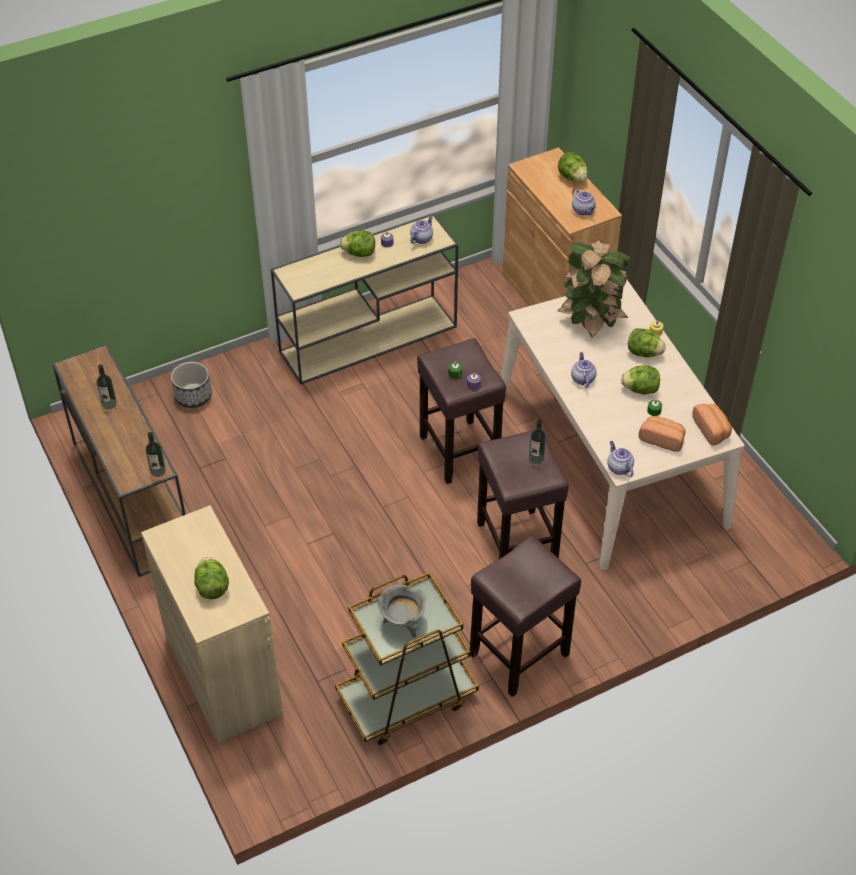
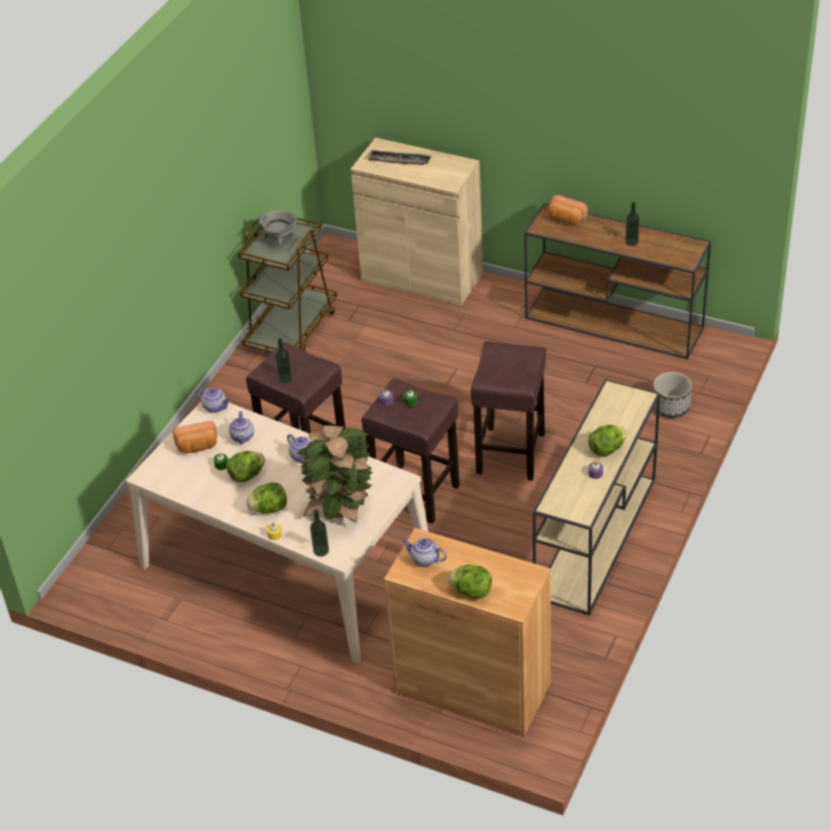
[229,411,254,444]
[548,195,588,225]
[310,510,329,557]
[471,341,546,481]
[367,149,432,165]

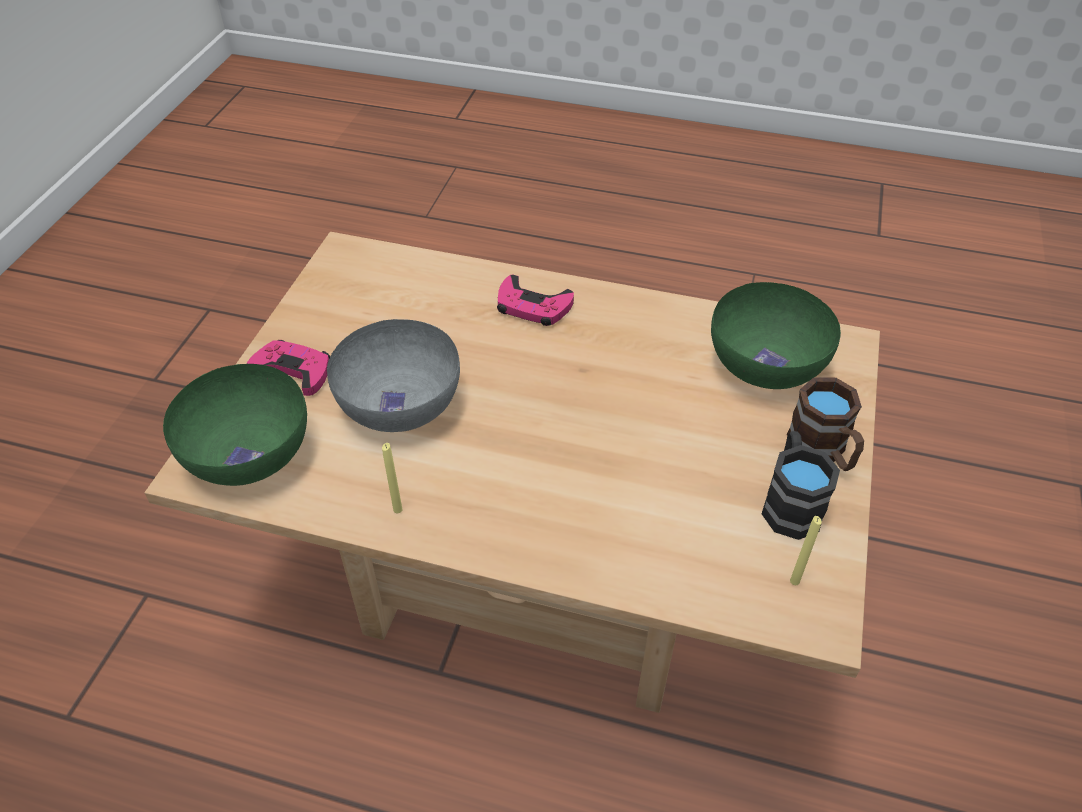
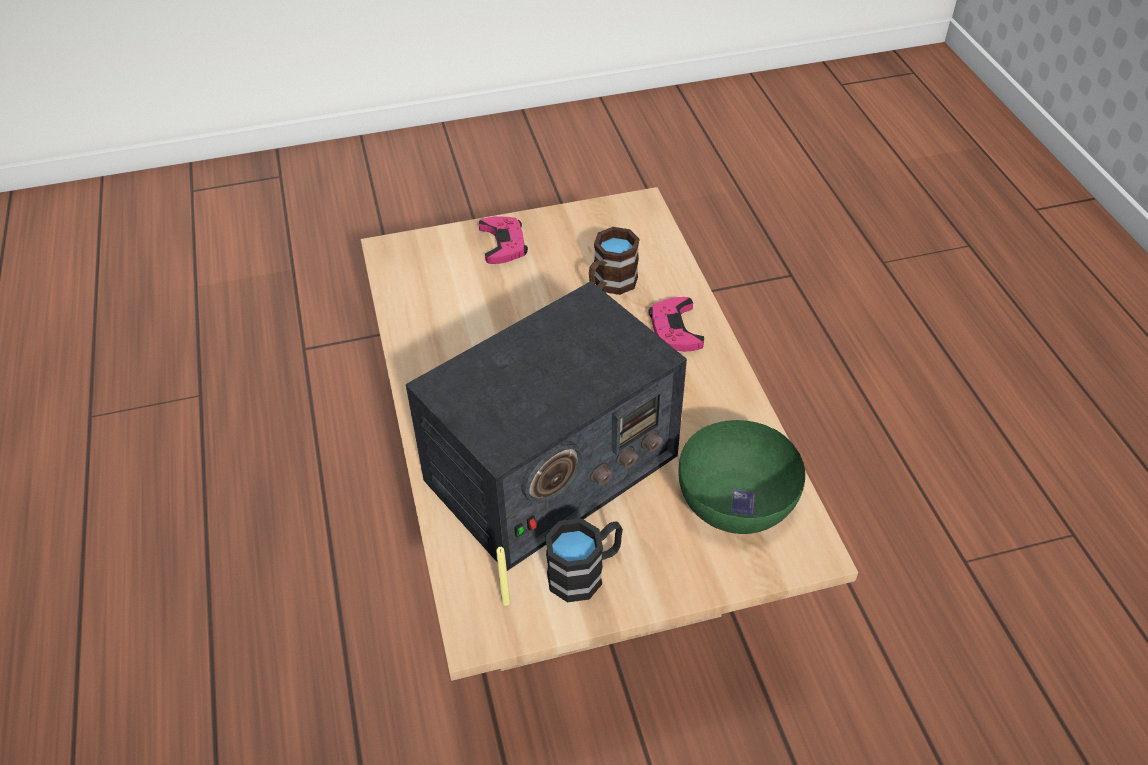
[327,319,460,432] (first image)
[163,363,307,486] (first image)
[589,227,640,295]
[382,443,403,513] (first image)
[406,281,687,571]

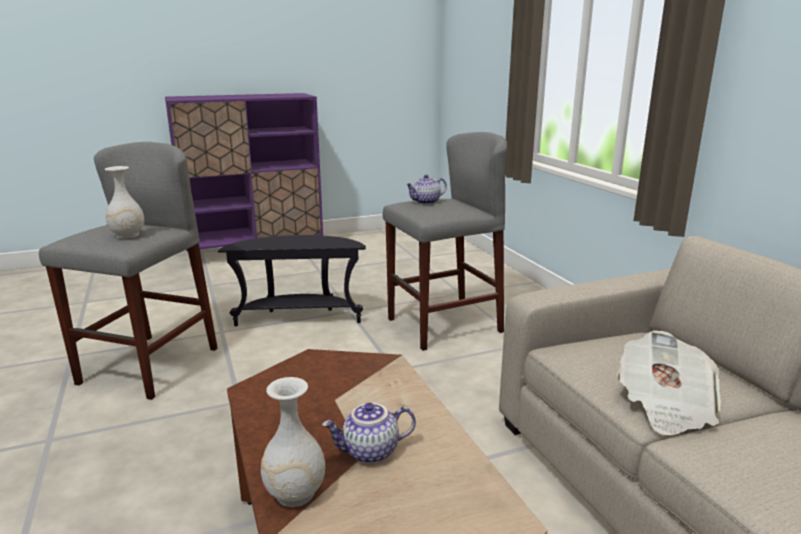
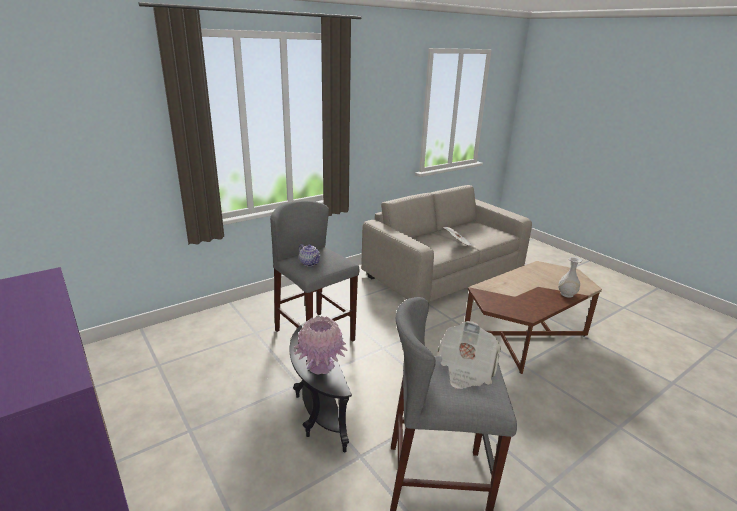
[438,321,501,389]
[322,403,416,464] (first image)
[293,316,348,375]

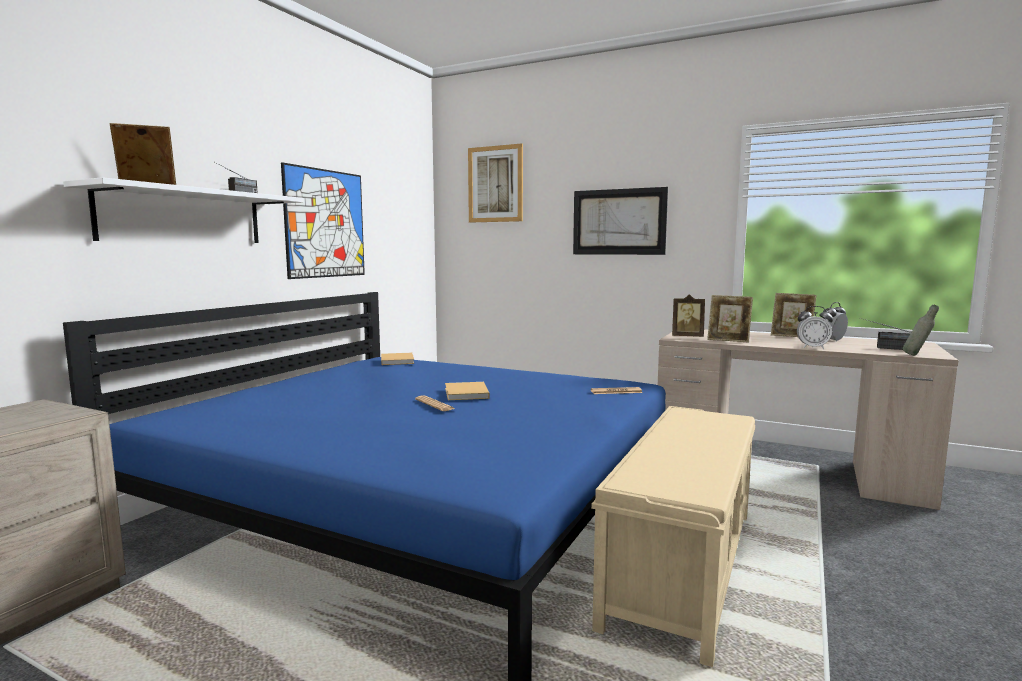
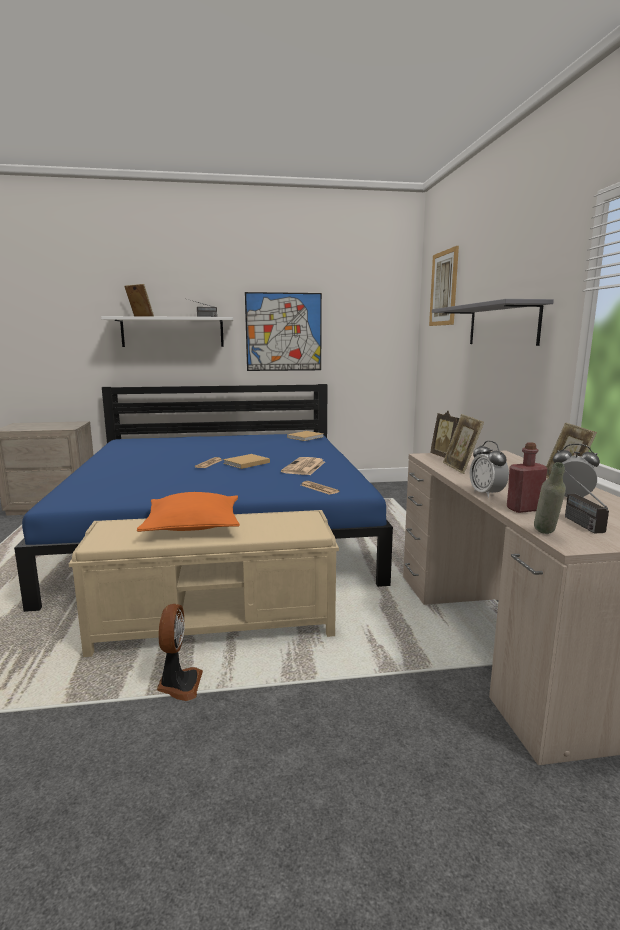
[432,299,554,346]
[507,442,548,513]
[281,457,325,475]
[137,492,240,532]
[157,604,203,701]

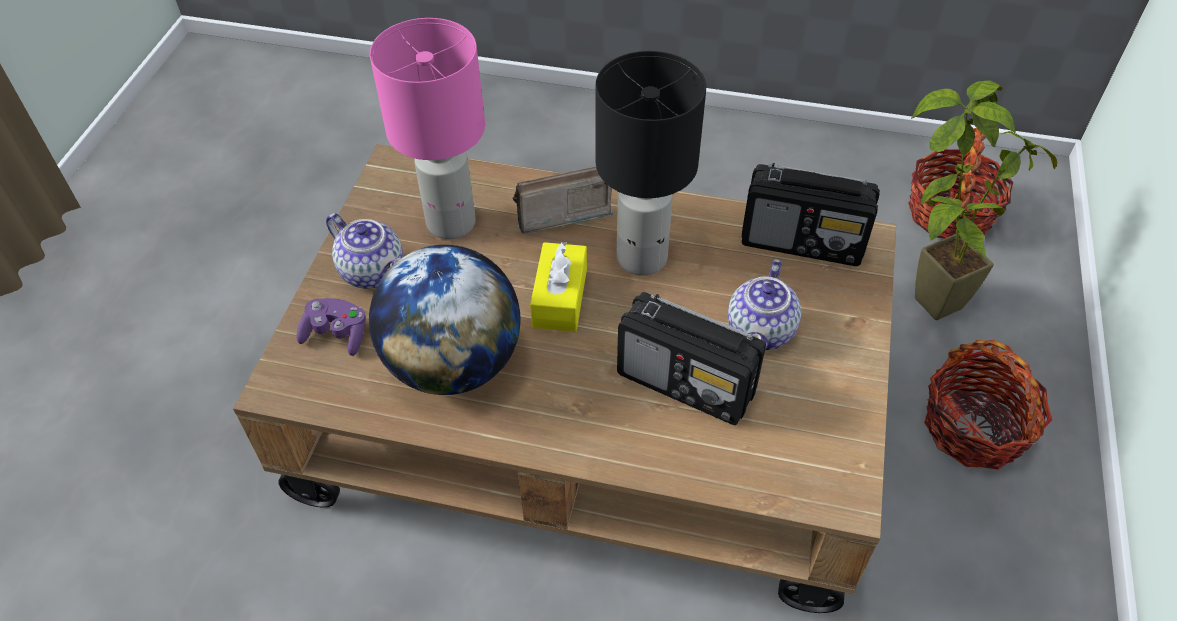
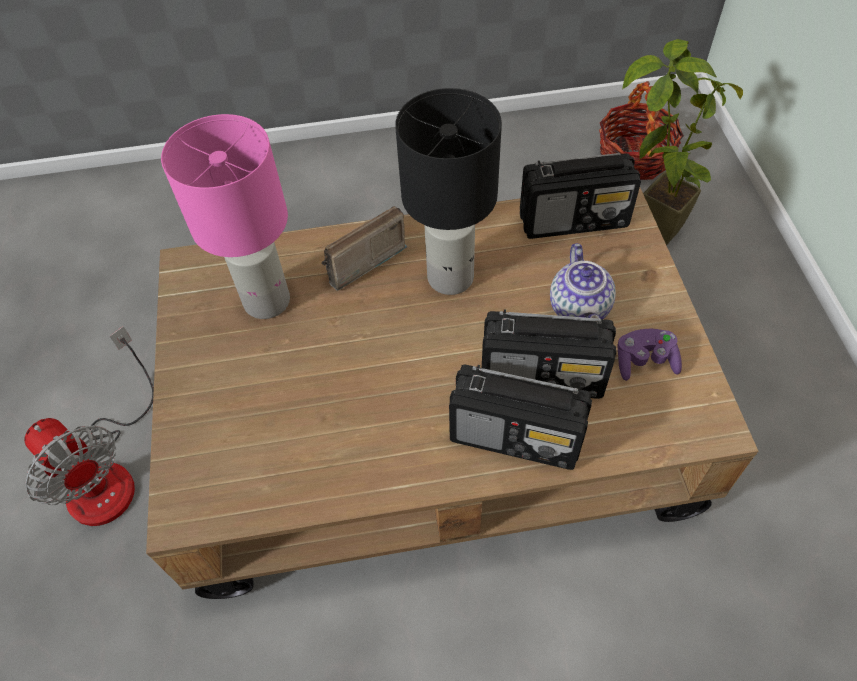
[326,213,403,288] (first image)
[530,242,587,332] (first image)
[369,245,520,395] (first image)
[617,329,682,381]
[924,340,1053,470] (first image)
[24,326,154,526]
[449,365,592,470]

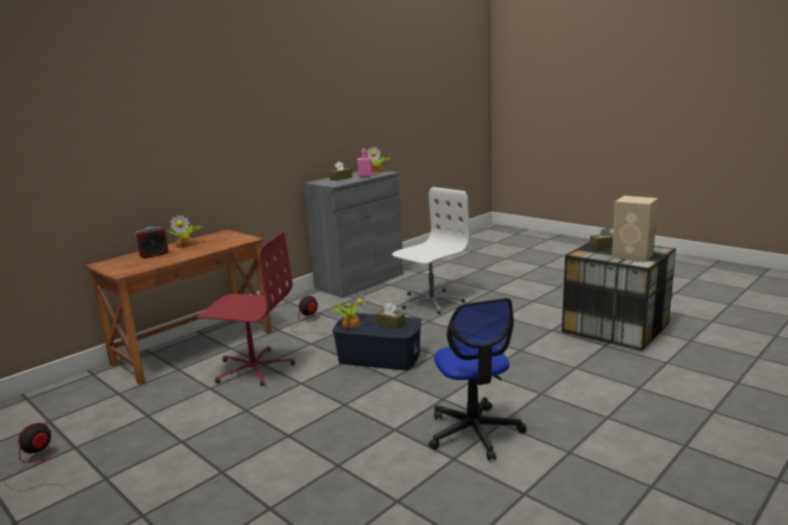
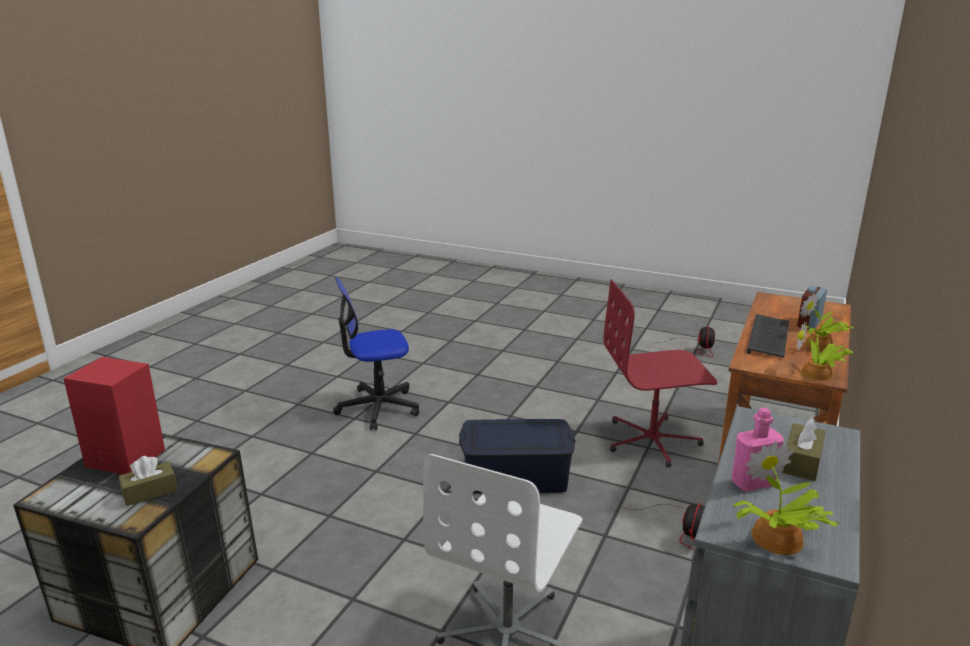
[63,357,165,475]
[797,322,853,381]
[333,277,419,430]
[375,303,405,329] (first image)
[747,314,789,358]

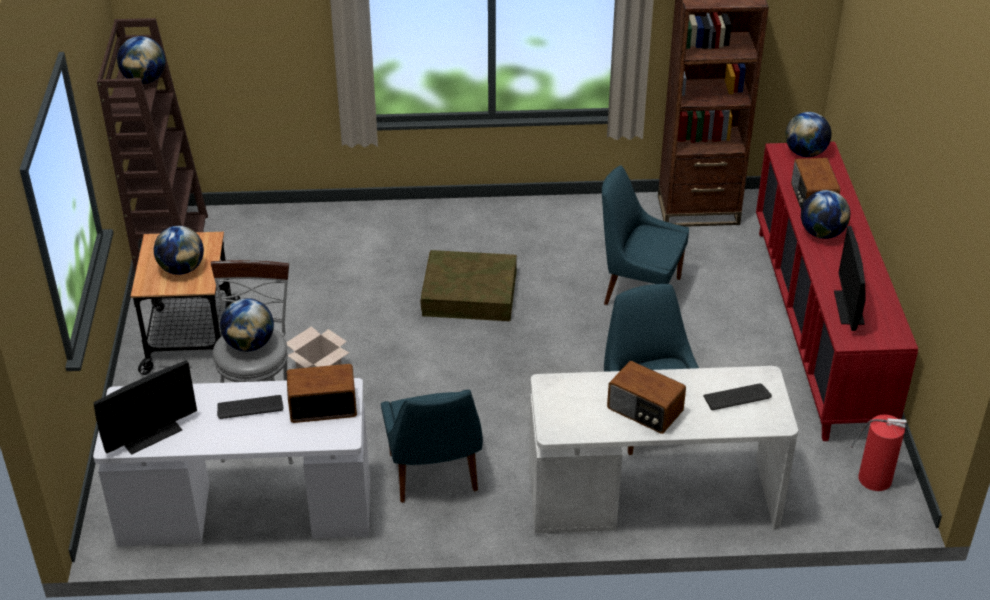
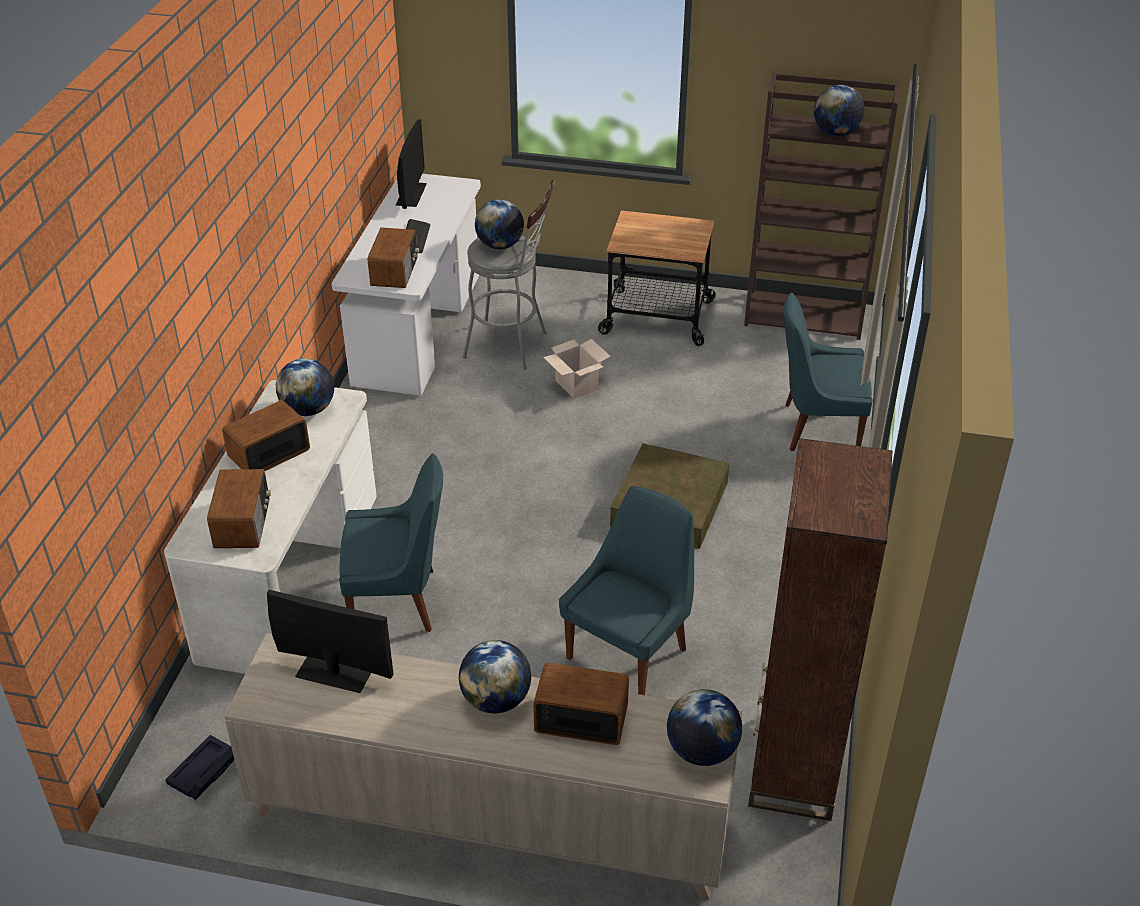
[224,633,742,900]
[276,358,334,416]
[396,119,427,209]
[207,469,271,548]
[783,293,873,451]
[165,735,234,800]

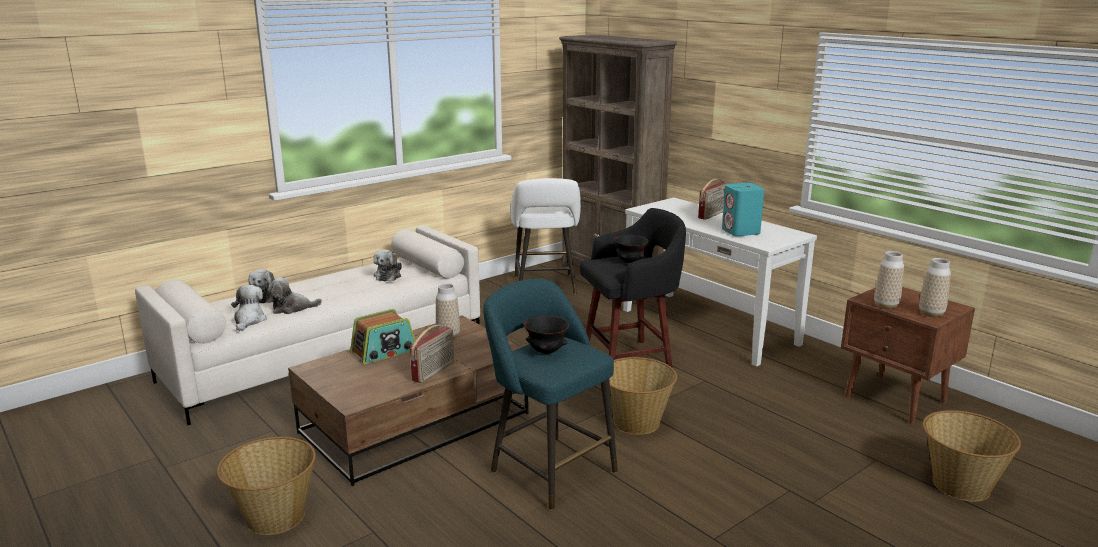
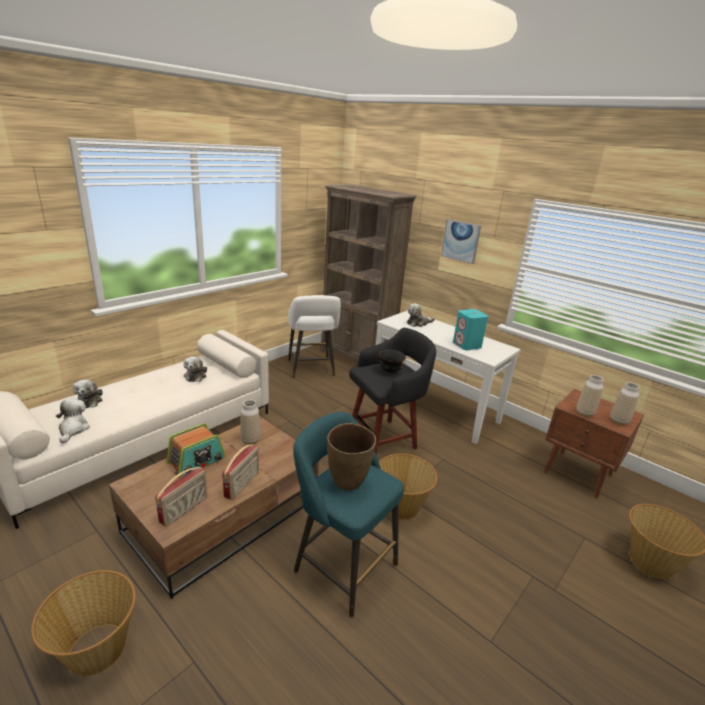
[155,467,208,527]
[407,304,435,327]
[327,423,376,491]
[441,219,481,264]

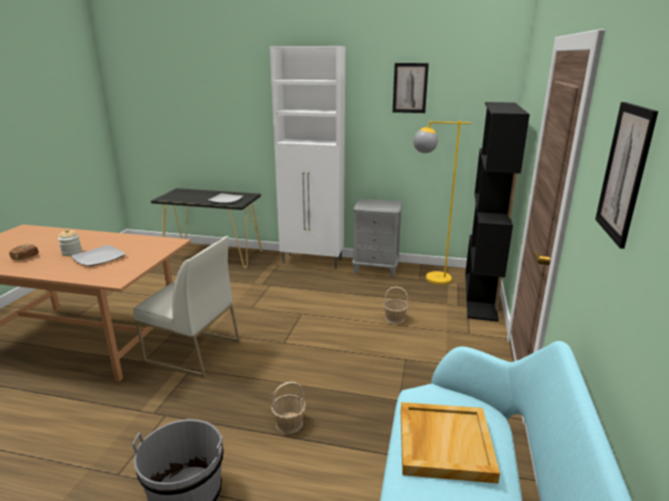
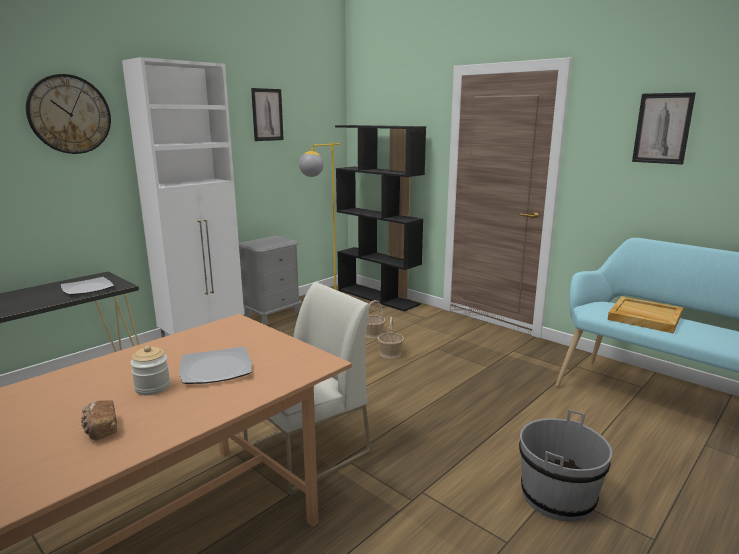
[377,317,404,359]
[26,74,111,154]

